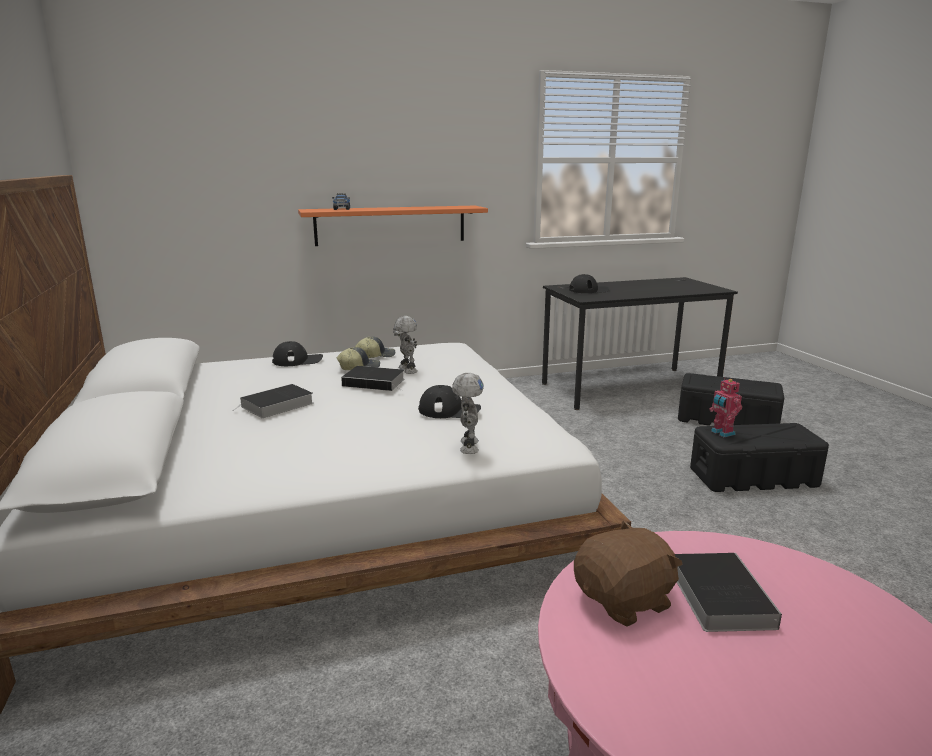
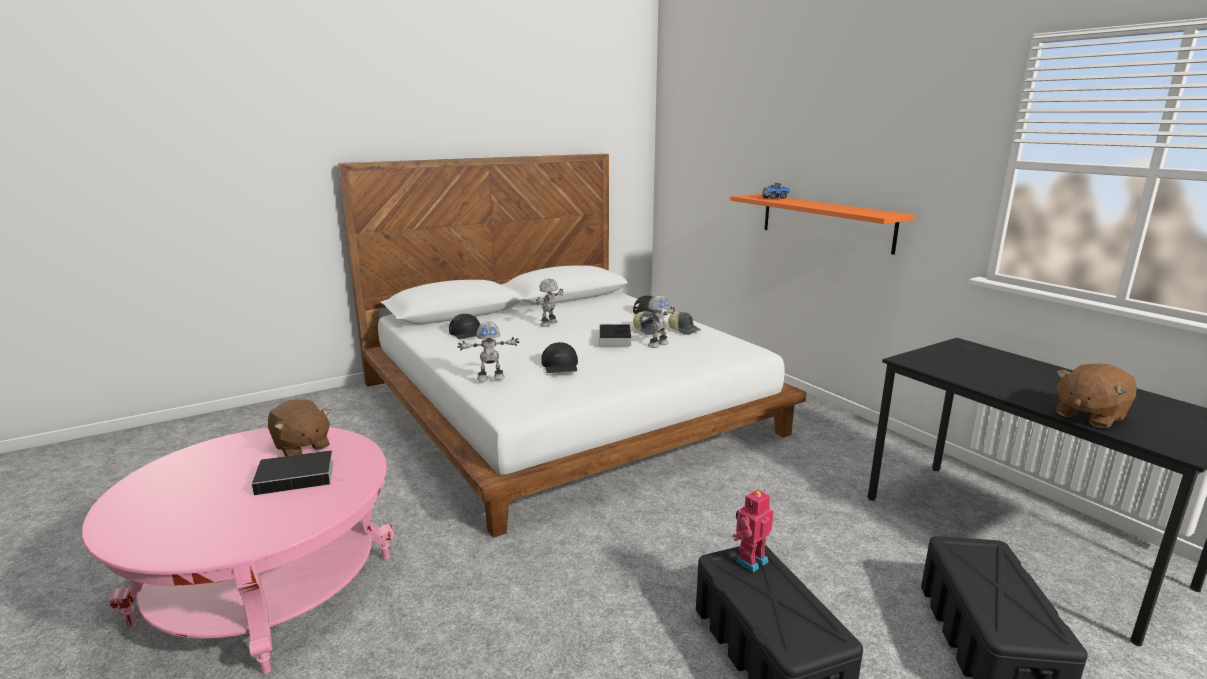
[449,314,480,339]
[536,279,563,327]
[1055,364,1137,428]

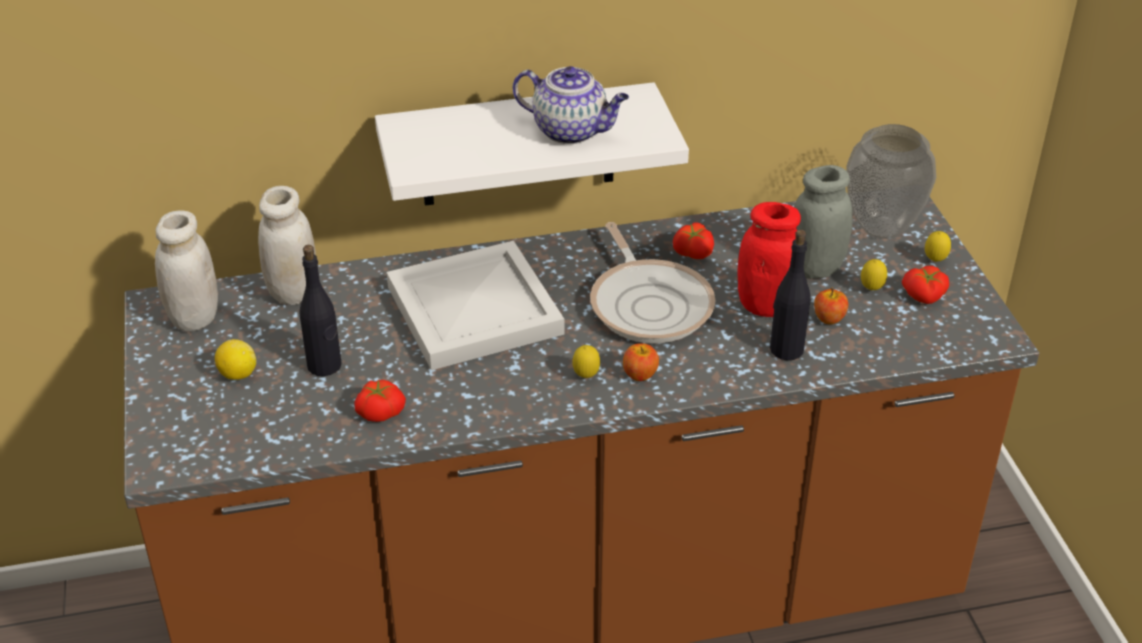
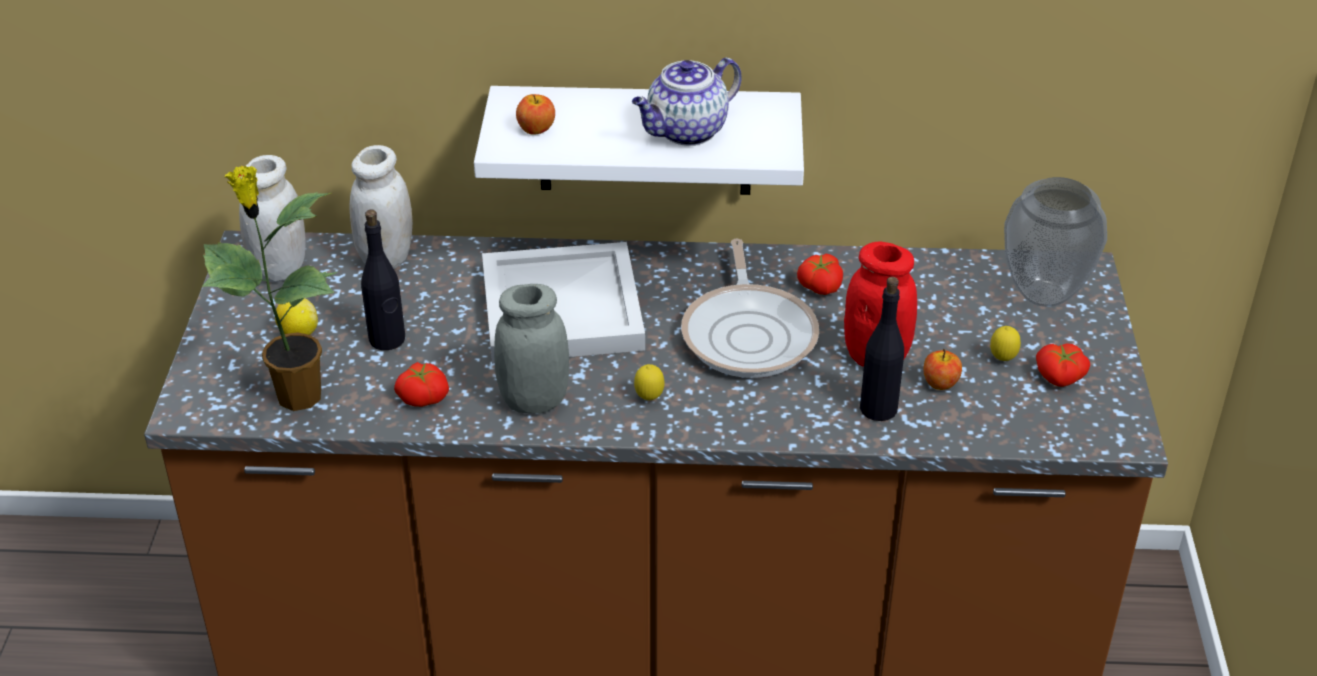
[632,58,742,146]
[494,284,569,414]
[925,231,951,262] (first image)
[516,94,555,135]
[202,165,337,411]

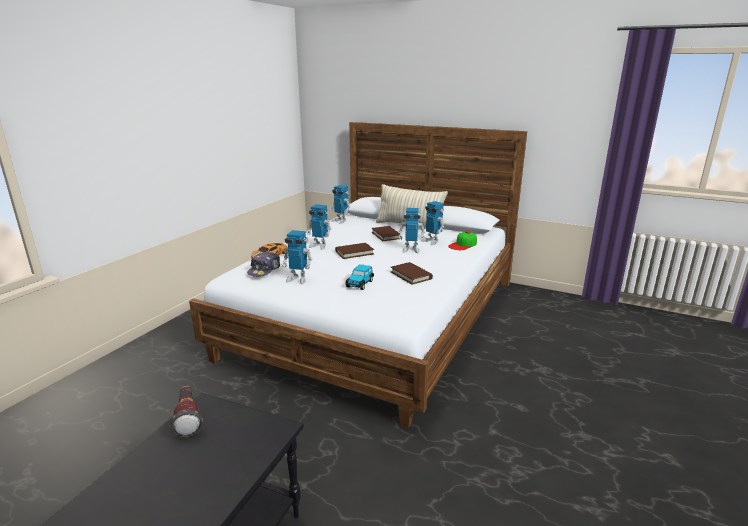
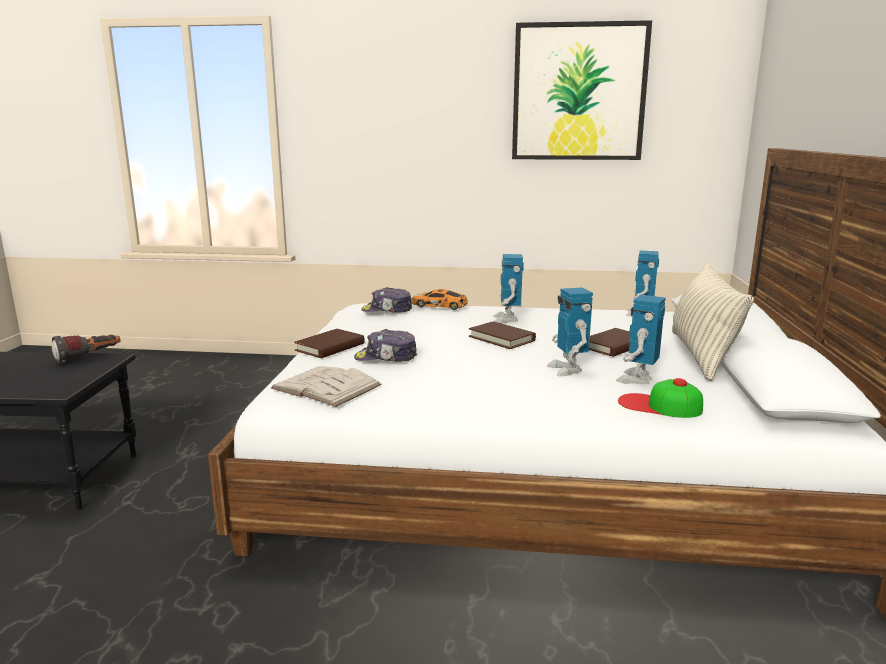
[282,230,312,284] (first image)
[294,329,365,358]
[354,329,417,362]
[512,20,652,160]
[271,366,382,407]

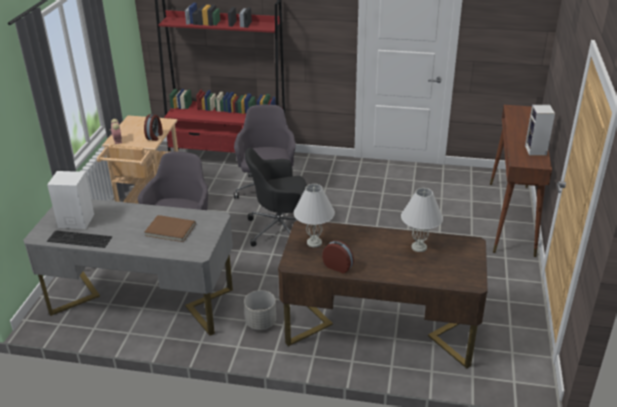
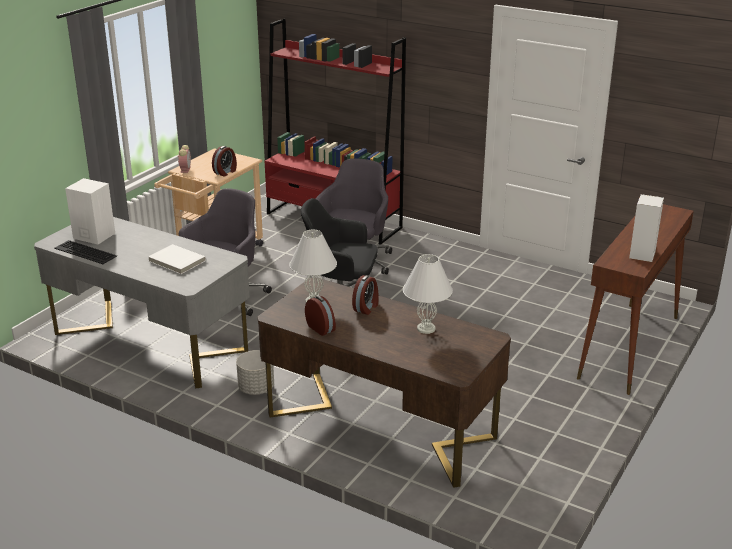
[148,244,206,274]
[352,275,379,315]

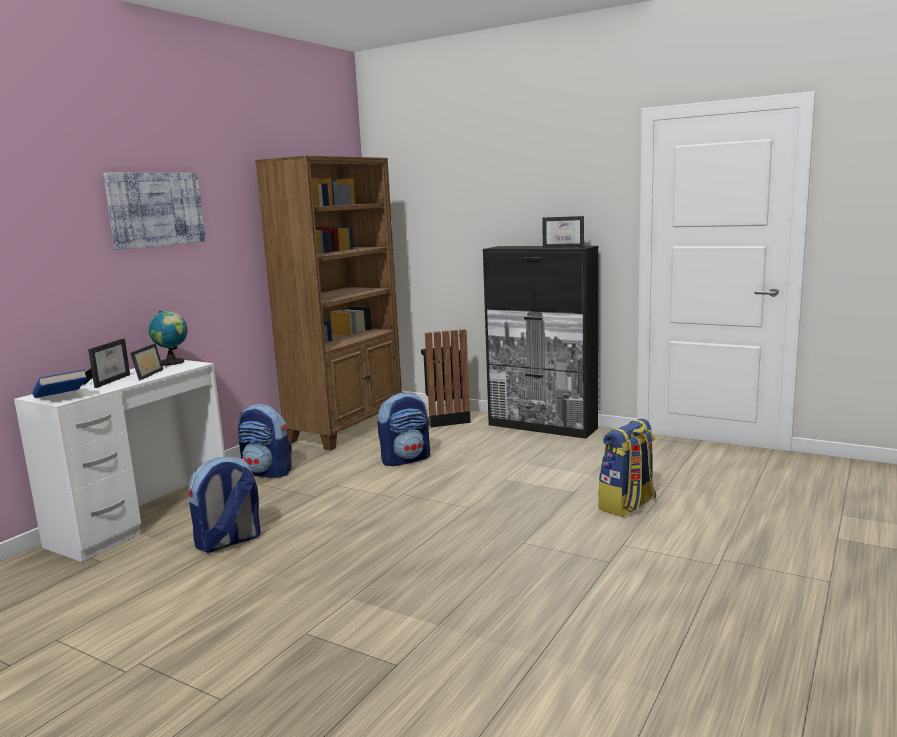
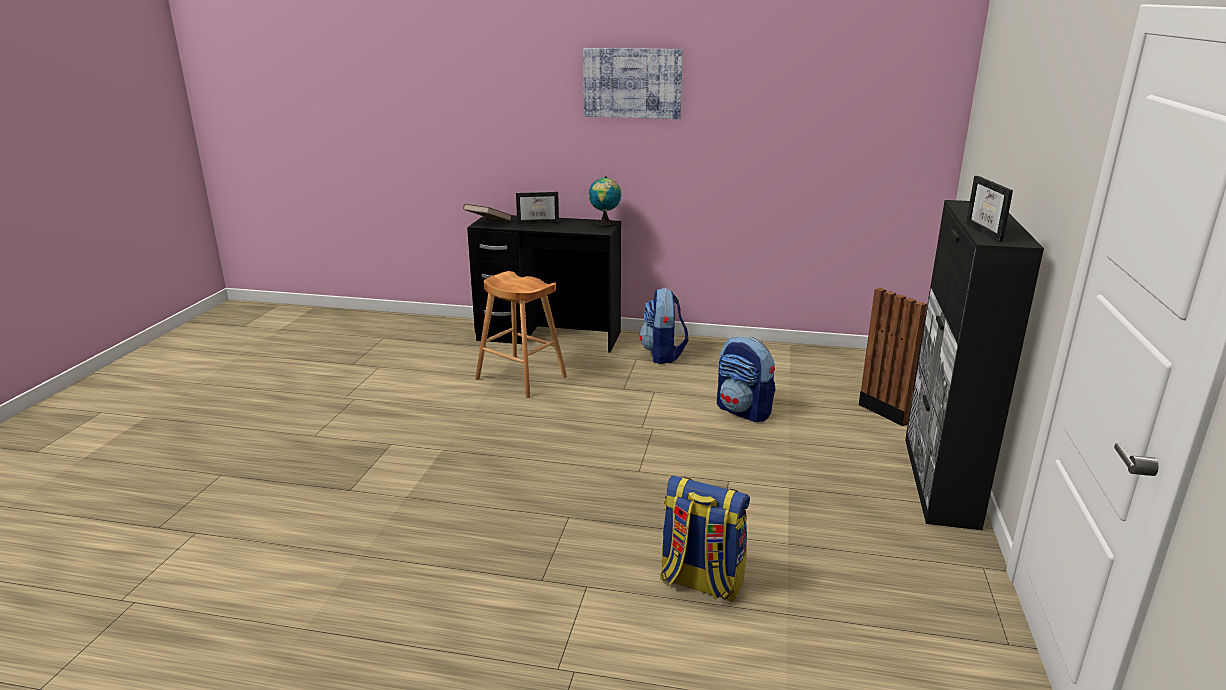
[255,156,402,450] (first image)
[130,343,164,381] (first image)
[467,215,621,353]
[463,204,512,221]
[475,271,567,398]

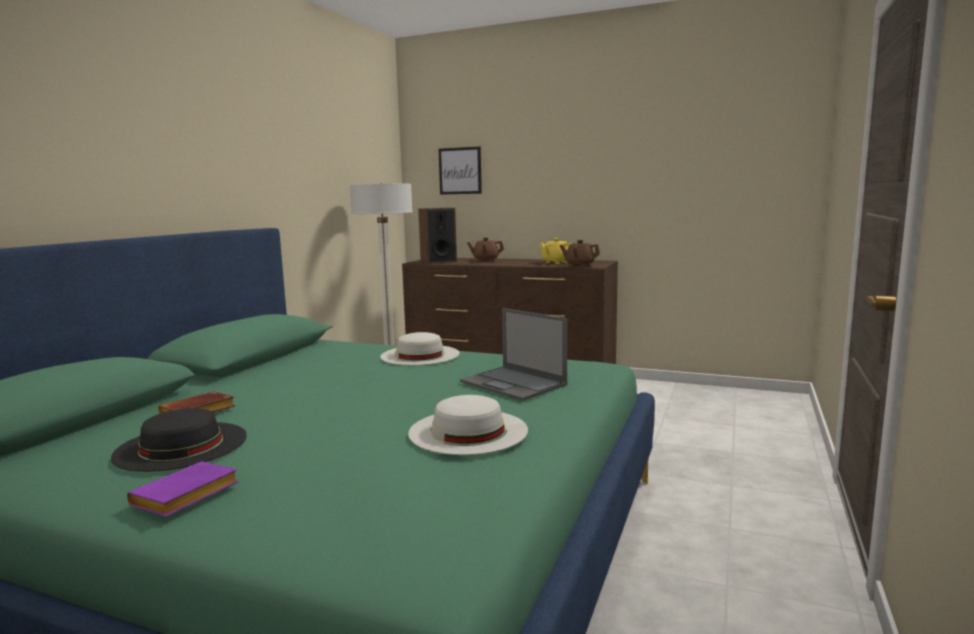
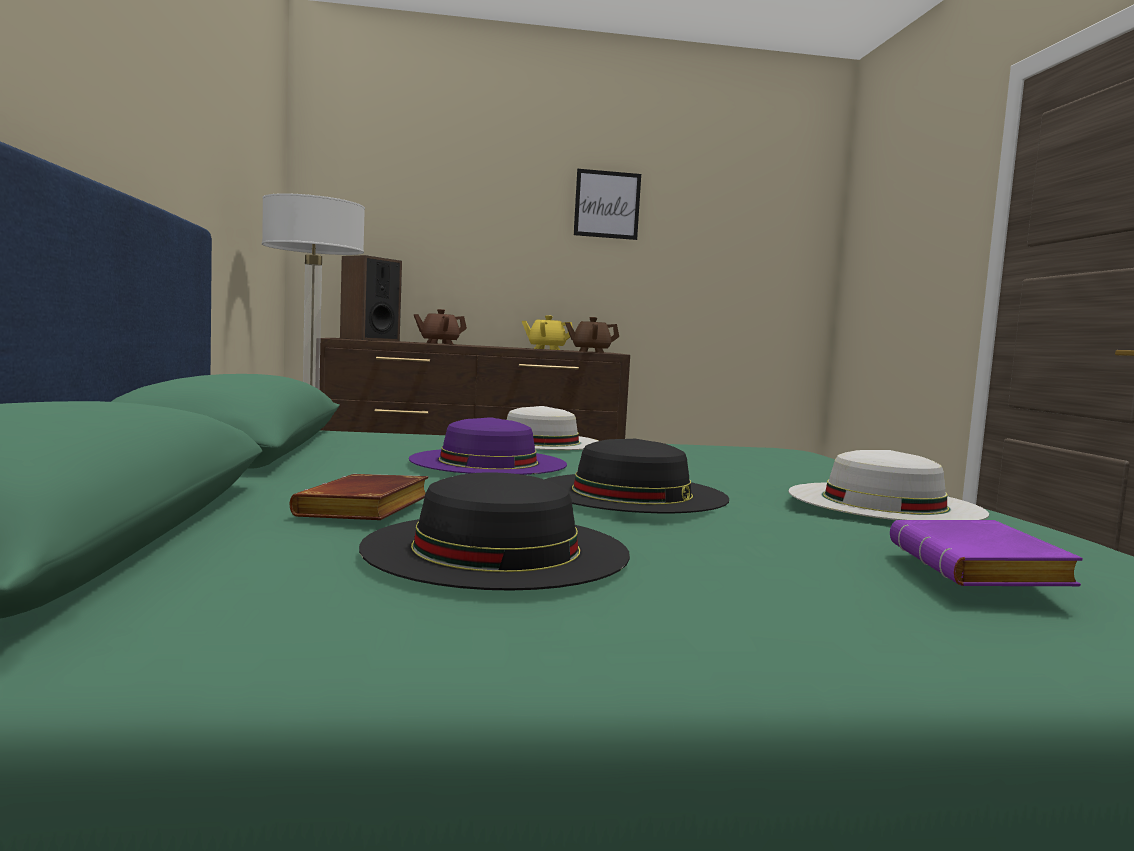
[574,169,641,240]
[460,308,567,401] (first image)
[890,520,1083,586]
[409,417,567,475]
[544,439,729,513]

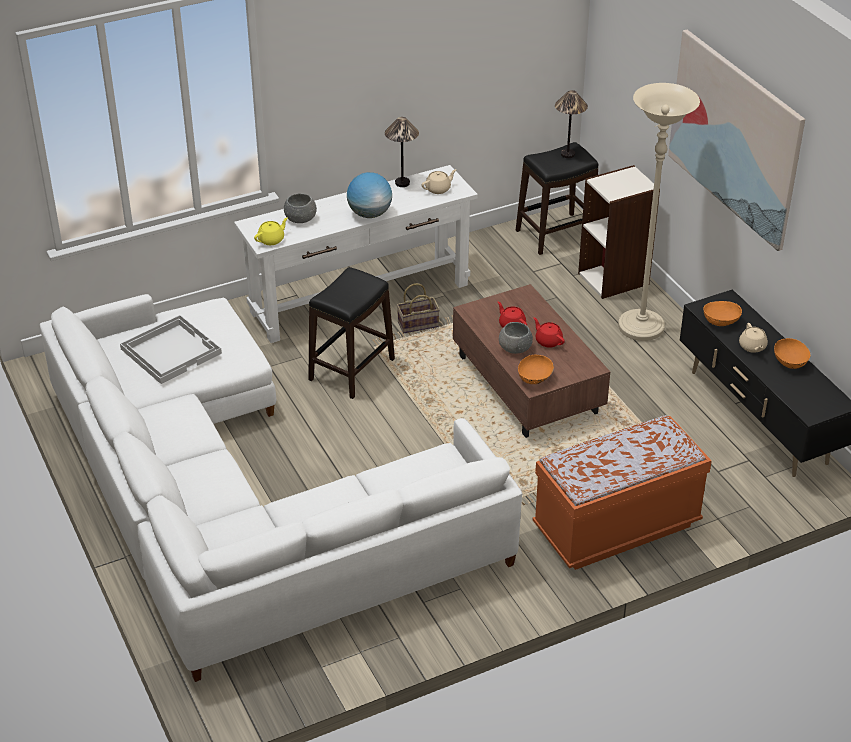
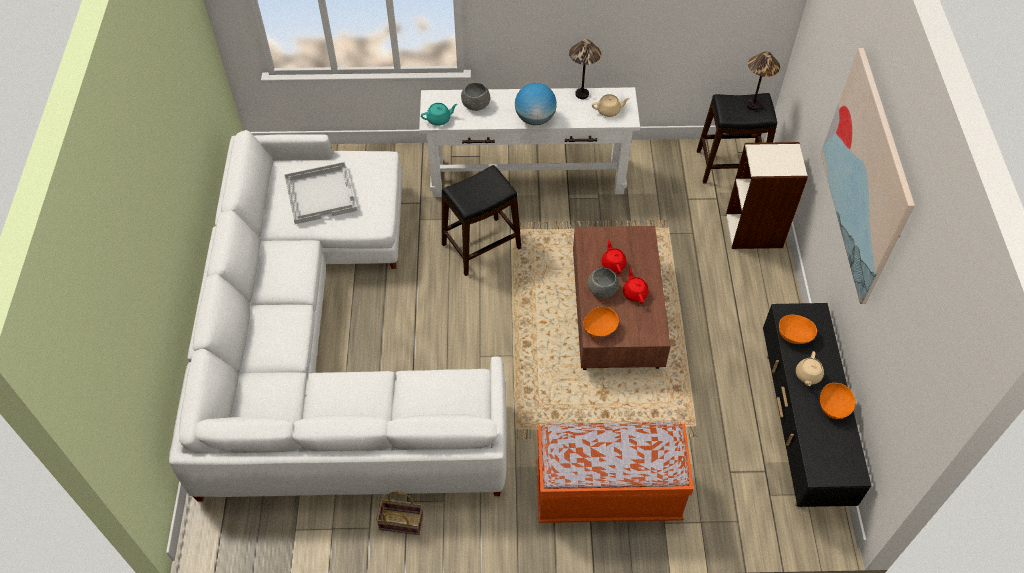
[618,83,700,341] (first image)
[421,103,458,126]
[376,492,423,535]

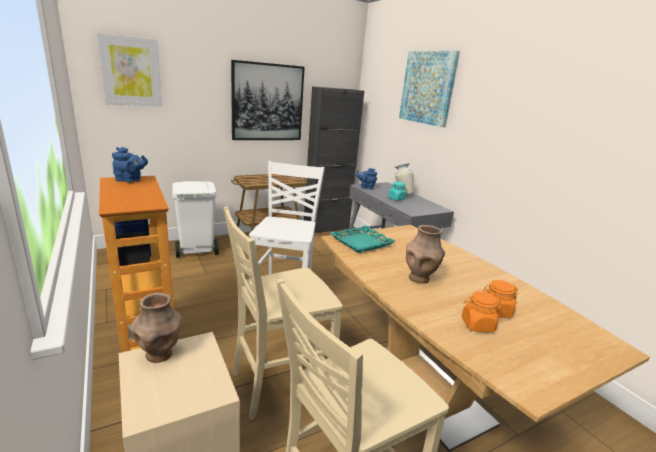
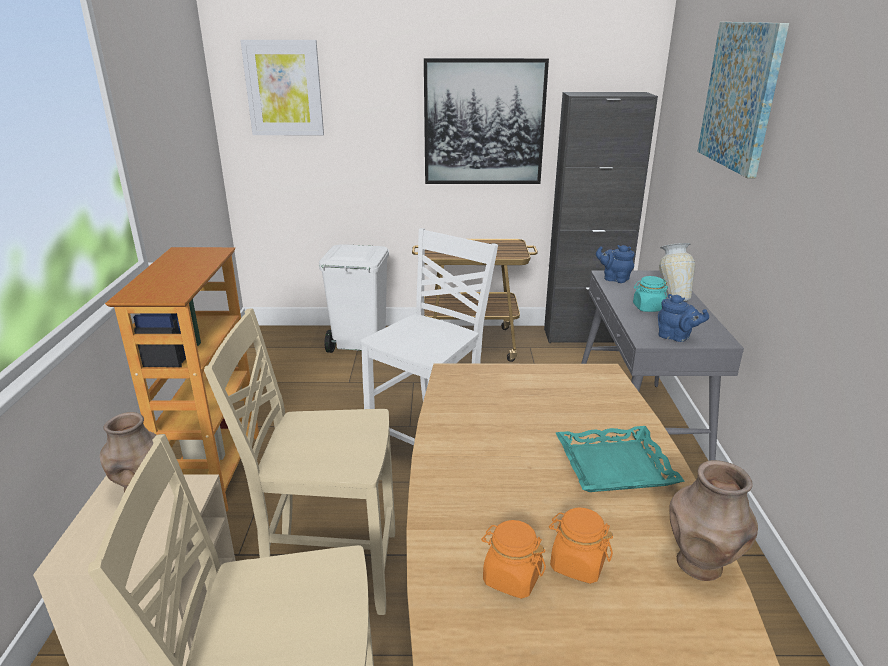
[658,294,709,342]
[555,426,684,492]
[669,460,758,581]

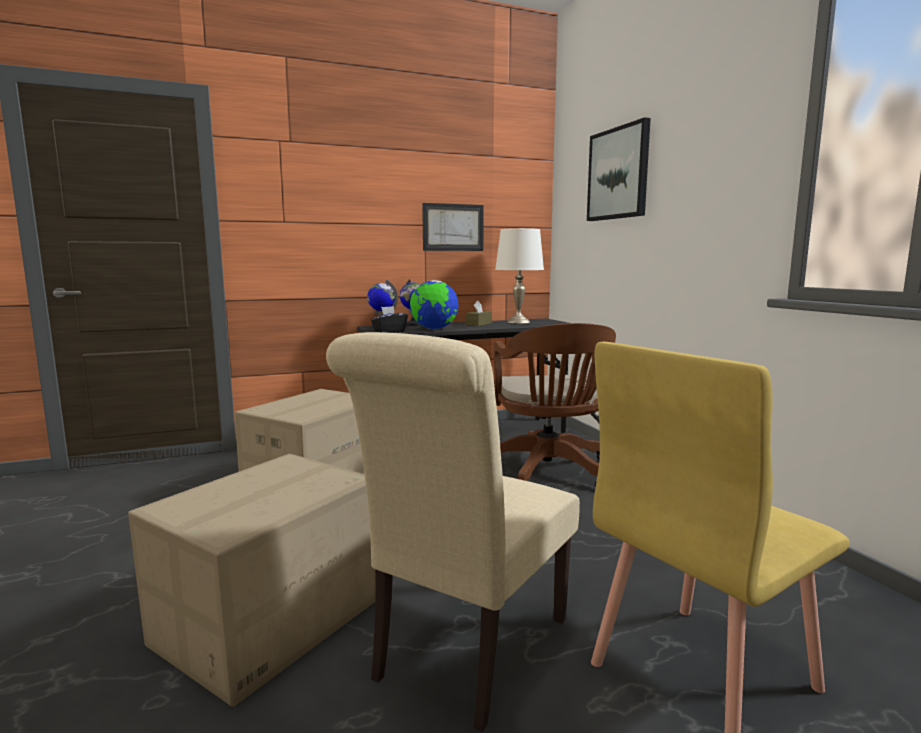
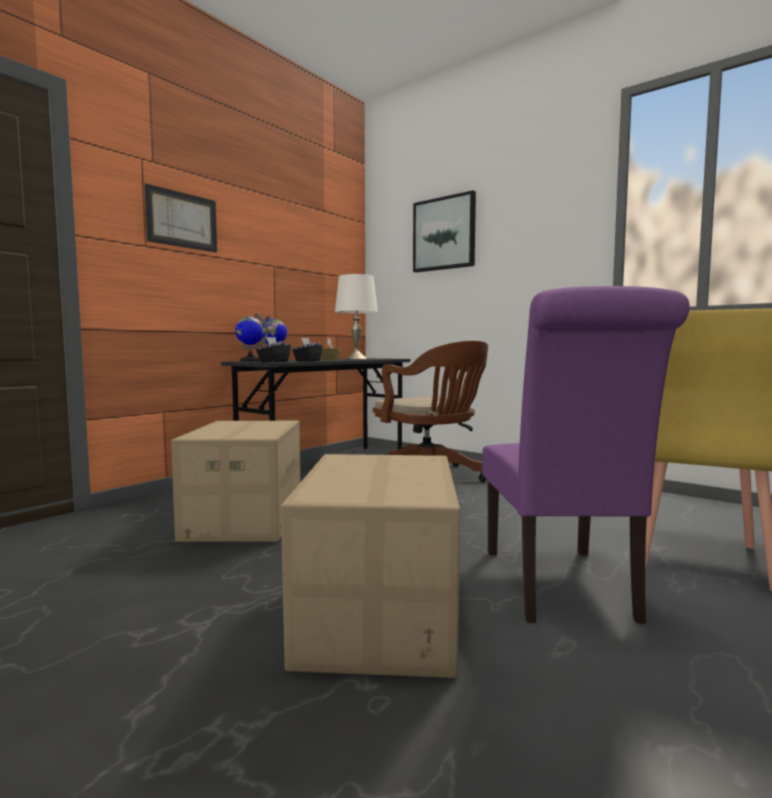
[144,183,217,252]
[292,338,323,361]
[482,286,690,624]

